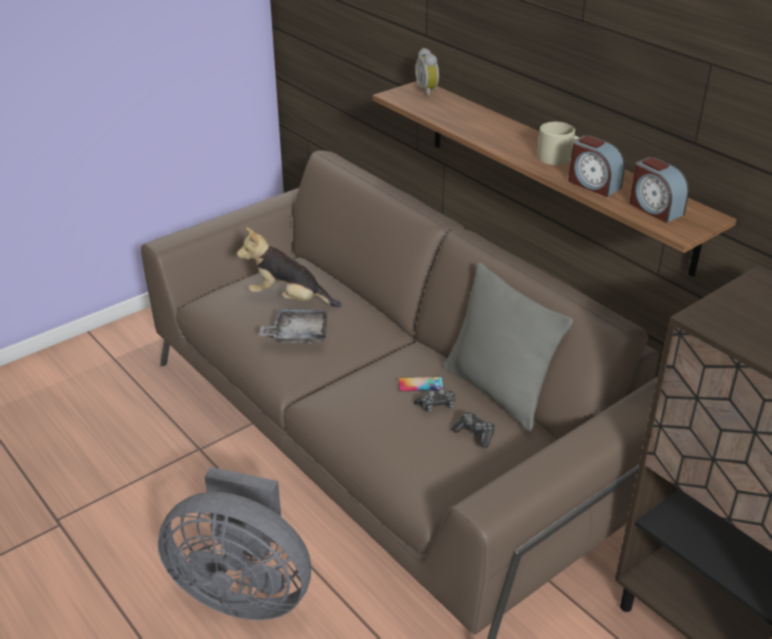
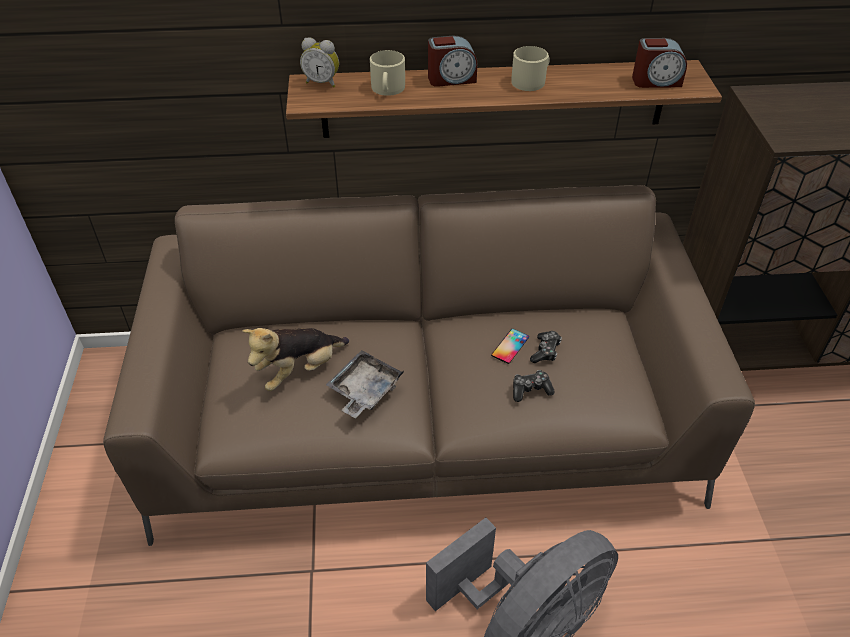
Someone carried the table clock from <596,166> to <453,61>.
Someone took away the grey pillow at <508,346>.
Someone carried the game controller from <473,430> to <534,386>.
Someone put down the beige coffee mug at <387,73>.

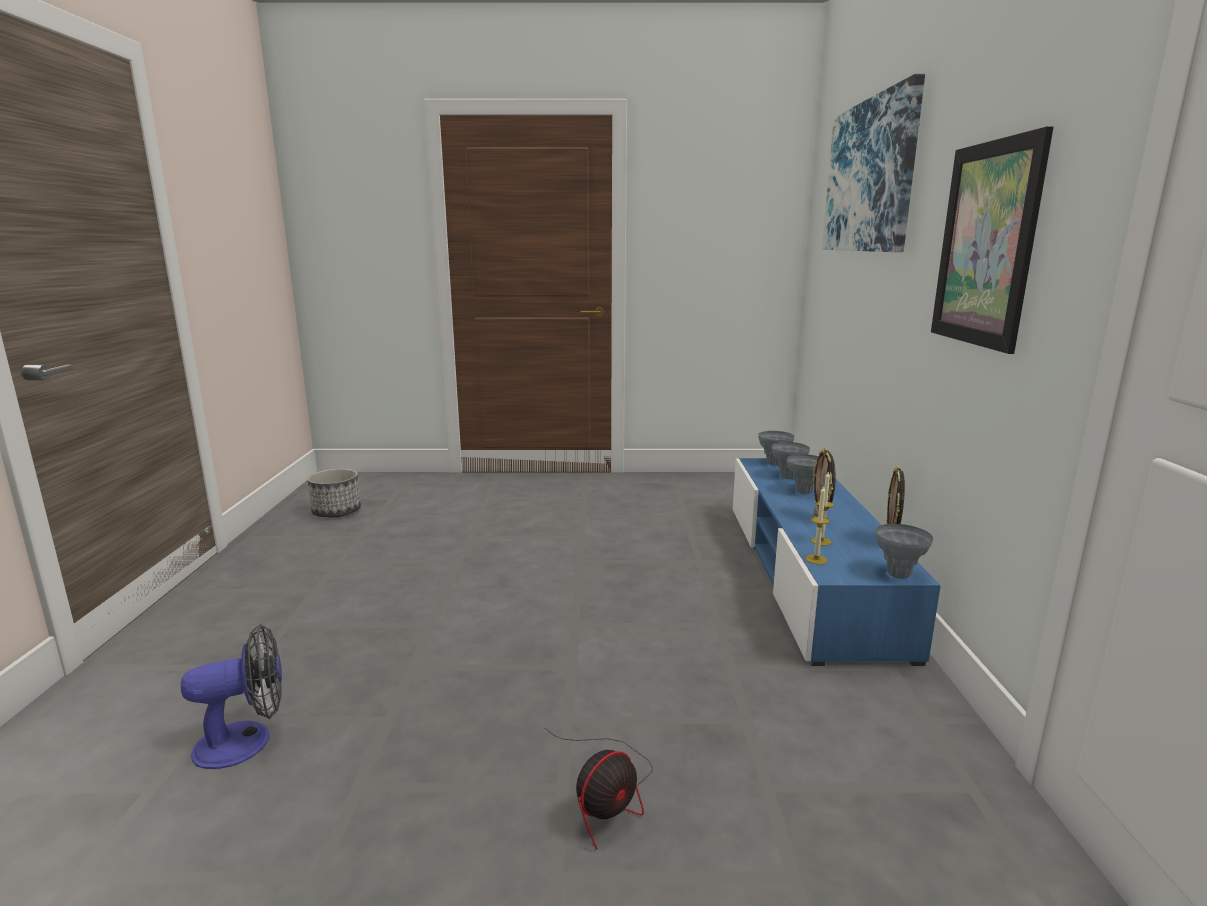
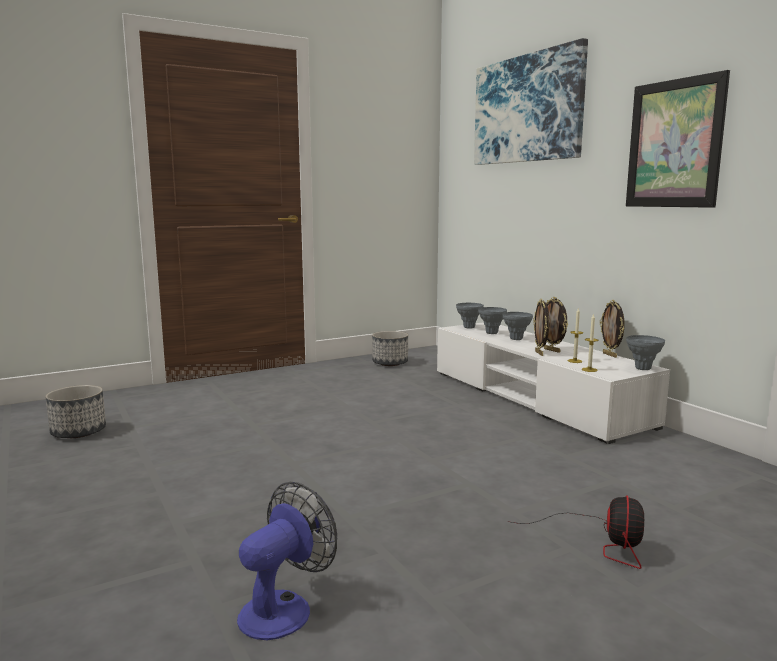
Someone repainted the bluish tv unit at <837,562>, which became the white tv unit at <553,383>.
Someone put down the photo frame at <541,327>.
Someone put down the flower pot at <390,348>.

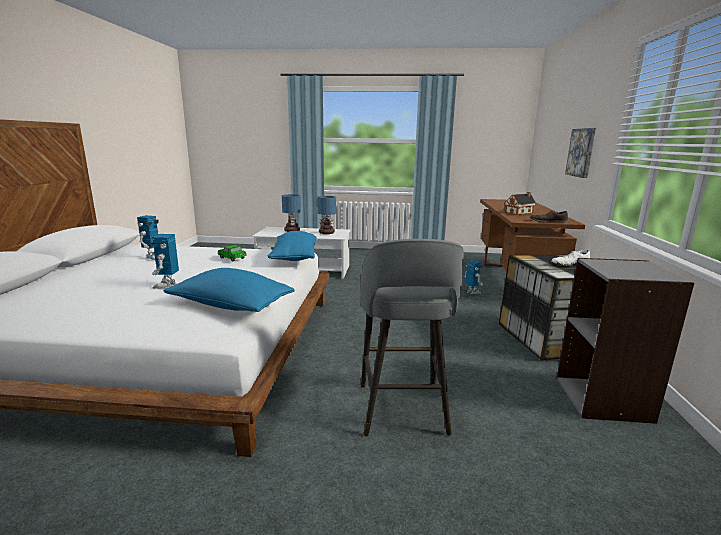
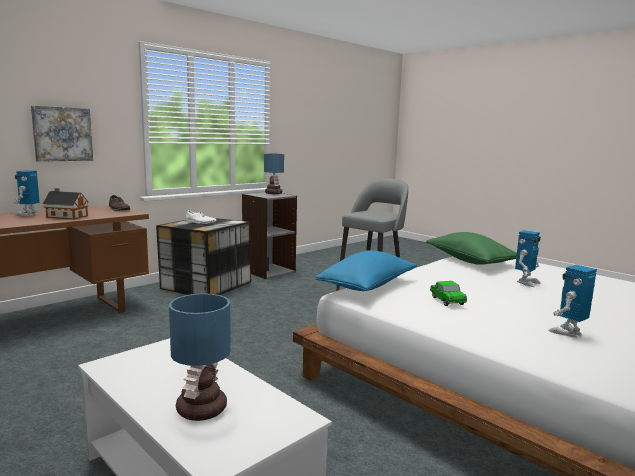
Someone carried the tabletop lamp from <326,215> to <274,173>.
Someone carried the model robot from <473,277> to <27,193>.
Someone repainted the bluish pillow at <229,290>, which became the greenish pillow at <471,248>.

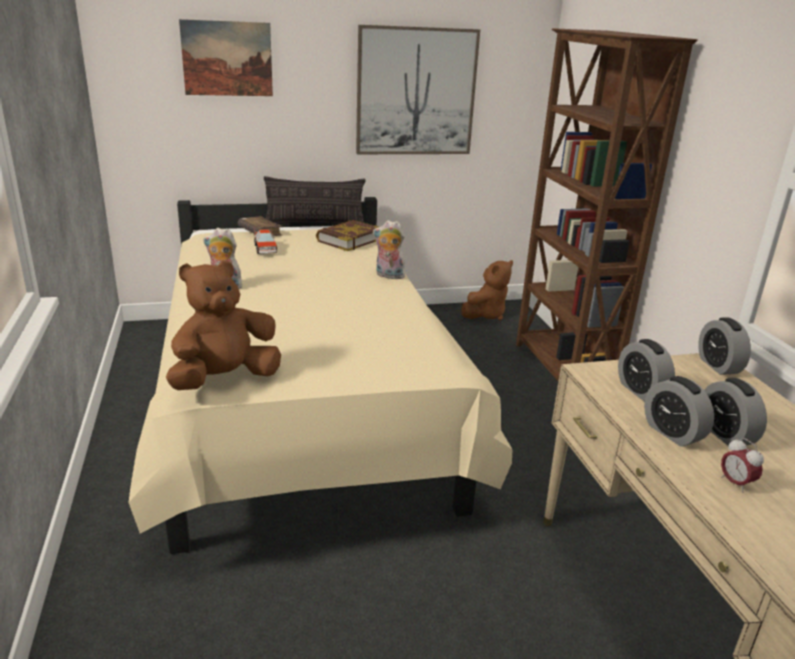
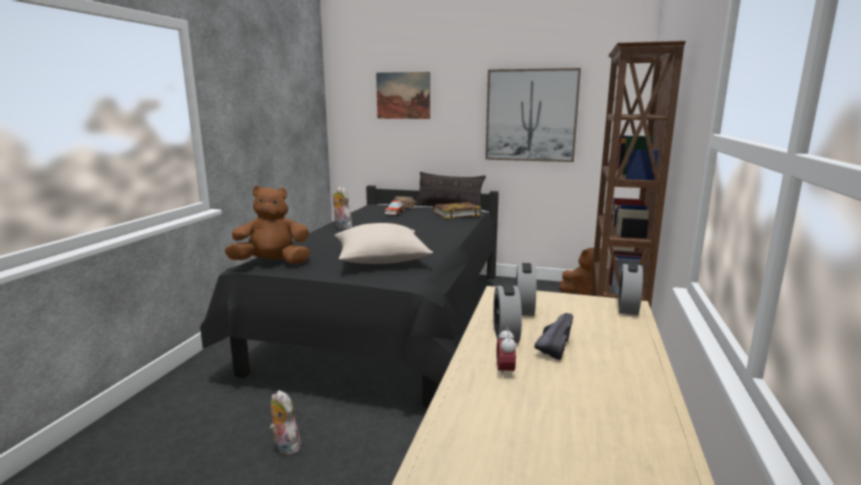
Someone repainted the beige sleeping bed at <320,375>, which became the blackish sleeping bed at <349,296>.
Someone carried the cuddly toy from <389,249> to <285,422>.
Someone swapped the table clock at <735,412> for the blackish shoe at <553,336>.
Someone put down the beige pillow at <383,243>.

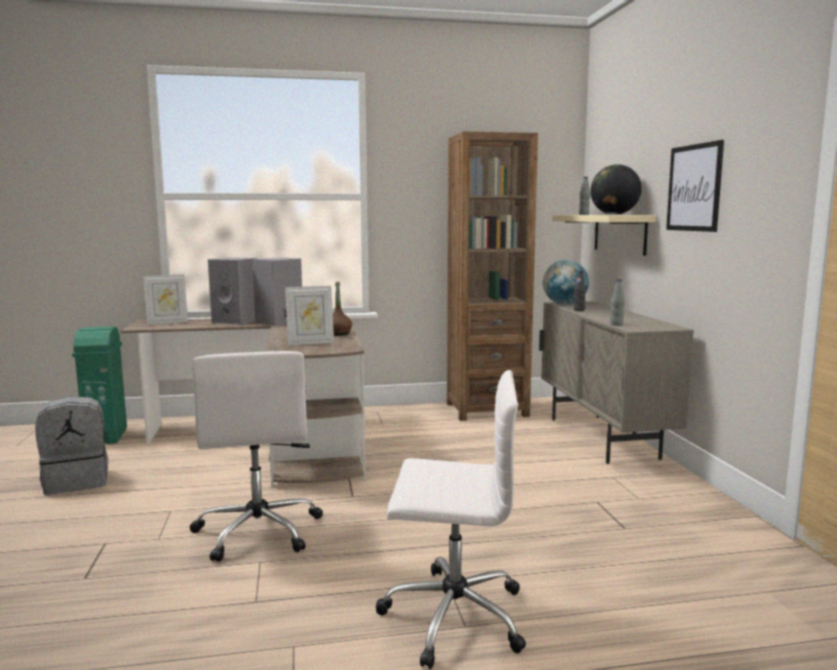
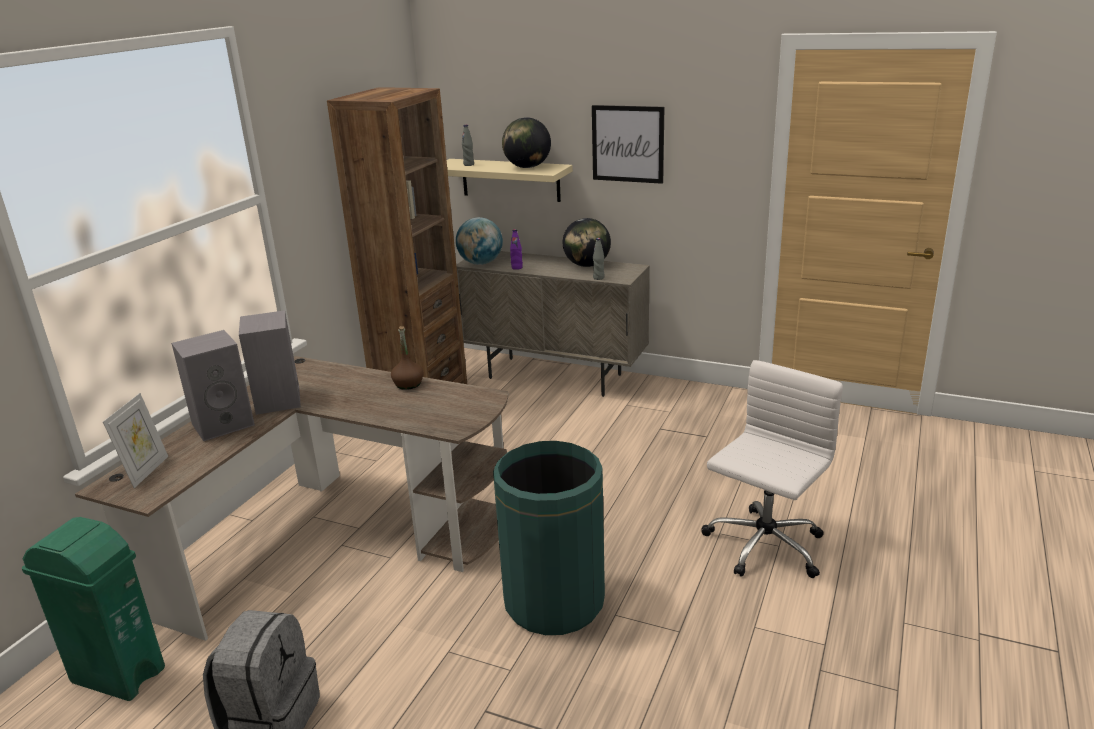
Someone repainted the blackish bottle at <580,290>, which became the purple-coloured bottle at <516,249>.
Someone took away the photo frame at <309,315>.
Someone swapped the white computer chair at <256,456> for the greenish trash can at <549,538>.
Someone put down the globe at <587,242>.

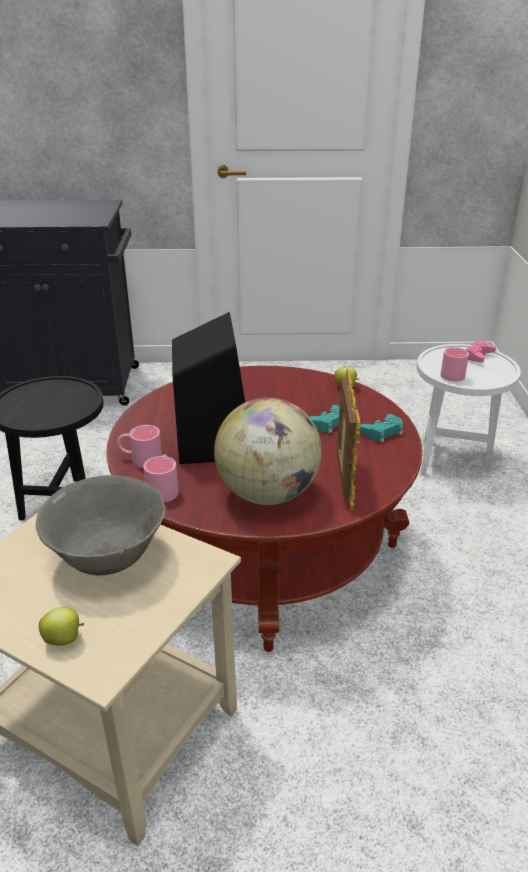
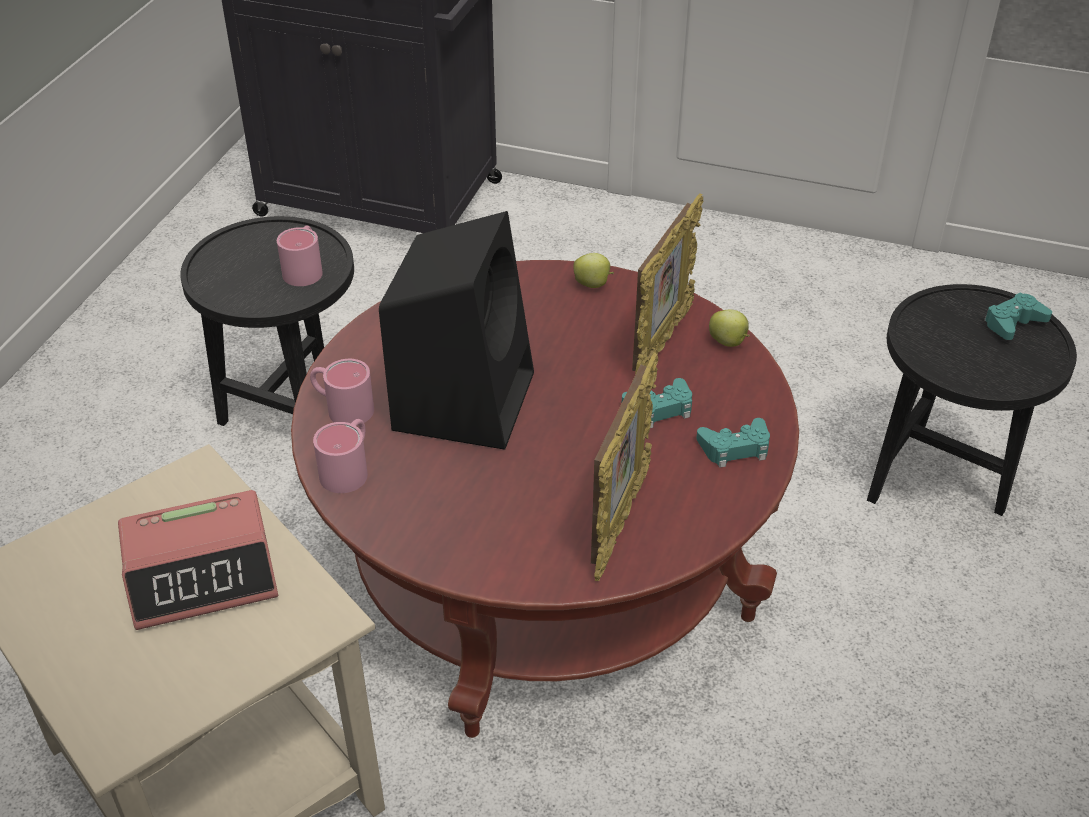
Someone repainted the pinkish game controller at <481,351>, which became the blue-green game controller at <1018,316>.
Someone repainted the white accent table at <469,410>, which became the blackish accent table at <972,400>.
Someone carried the pinkish coffee mug from <455,364> to <300,255>.
Someone took away the globe at <268,451>.
Someone swapped the grey bowl at <100,525> for the table clock at <198,560>.
Someone carried the whole apple from <61,626> to <593,270>.
Someone put down the photo frame at <667,284>.

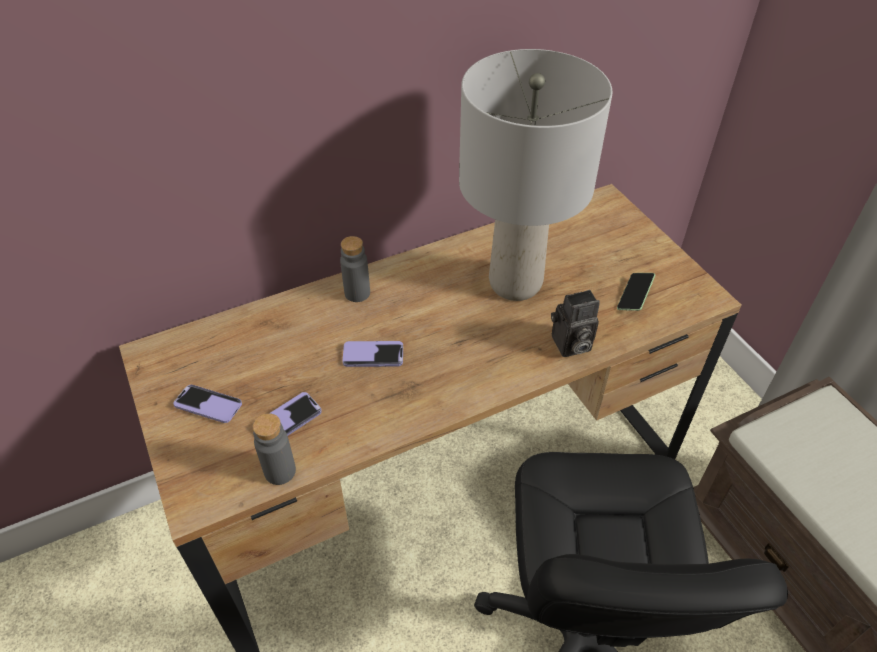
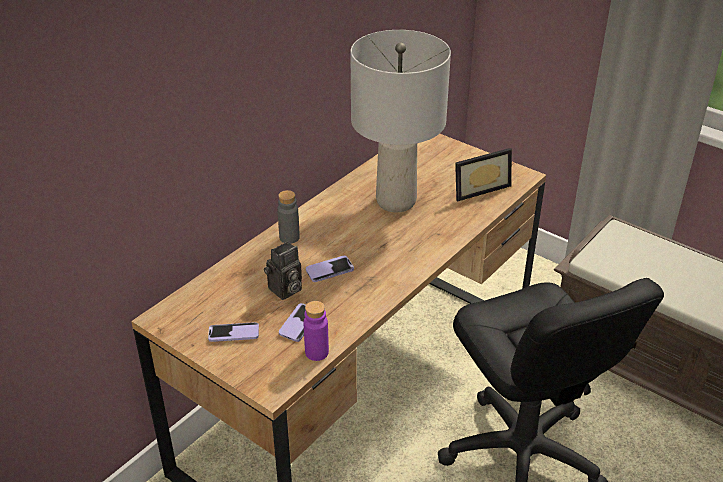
Someone swapped the handset at <636,292> for the photo frame at <483,174>.
Someone carried the still camera from <575,323> to <283,270>.
Someone repainted the grey bottle at <274,449>, which became the purple-coloured bottle at <316,331>.

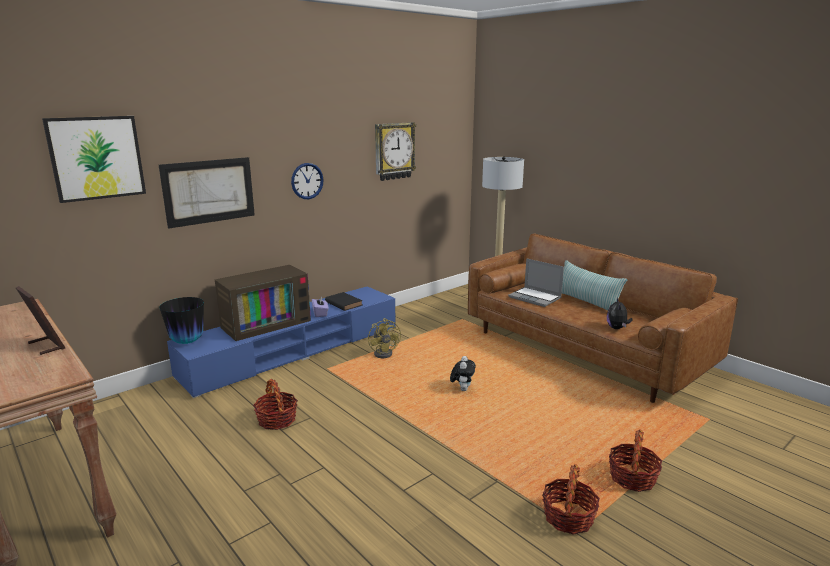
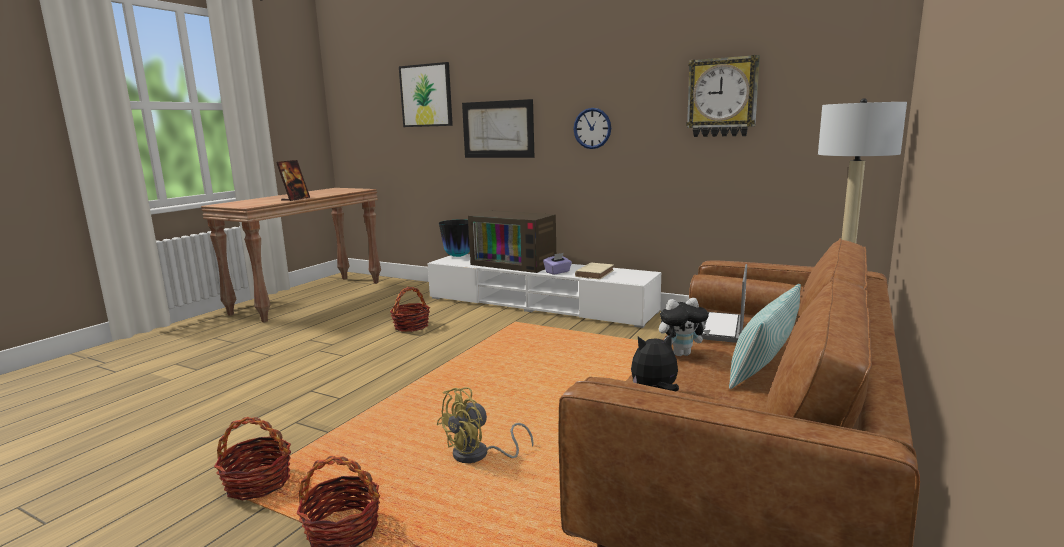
Someone repainted the bluish tv unit at <281,342>, which became the white tv unit at <544,291>.
Someone repainted the blackish book at <344,301>, which became the beige book at <594,270>.
Someone carried the yellow cooling fan from <384,338> to <485,425>.
Someone carried the cuddly toy from <463,373> to <684,327>.

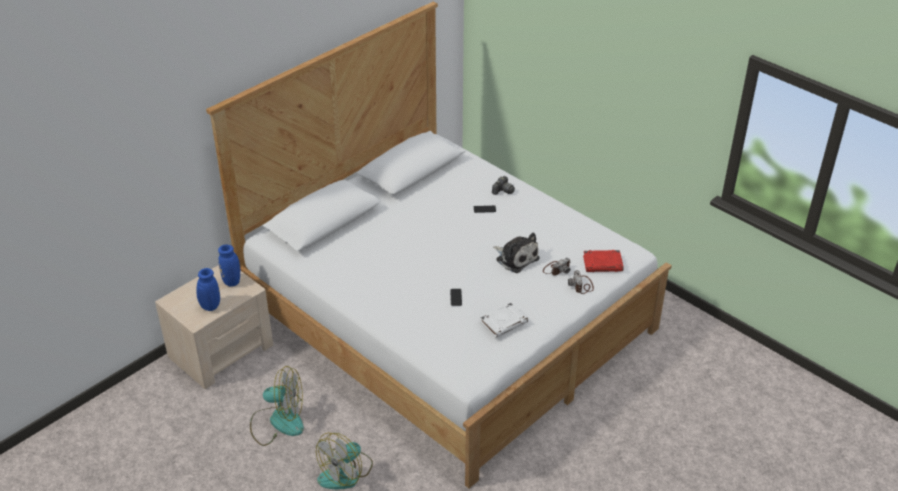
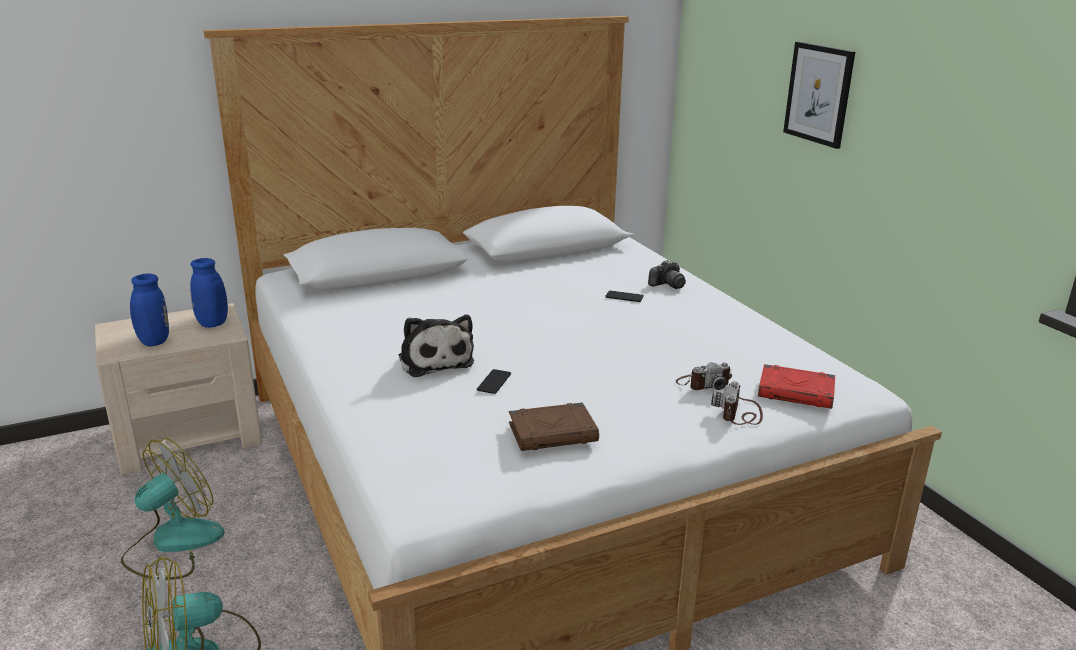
Someone carried the cuddly toy from <516,253> to <436,346>.
Someone repainted the white book at <504,320>, which became the brown book at <554,426>.
Someone rotated the cooling fan at <277,406> by 75 degrees counterclockwise.
Someone put up the wall art at <819,95>.

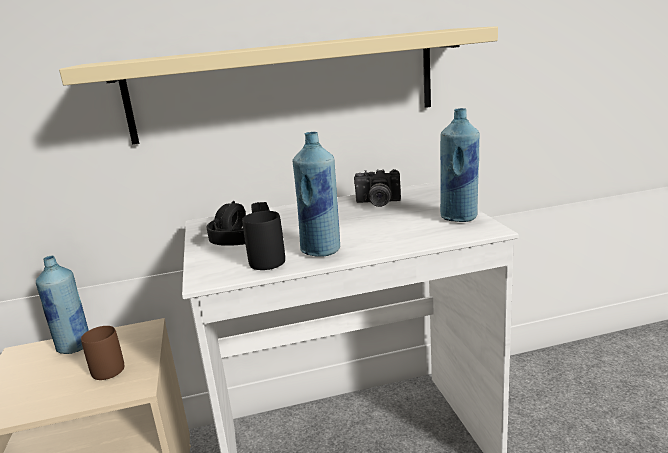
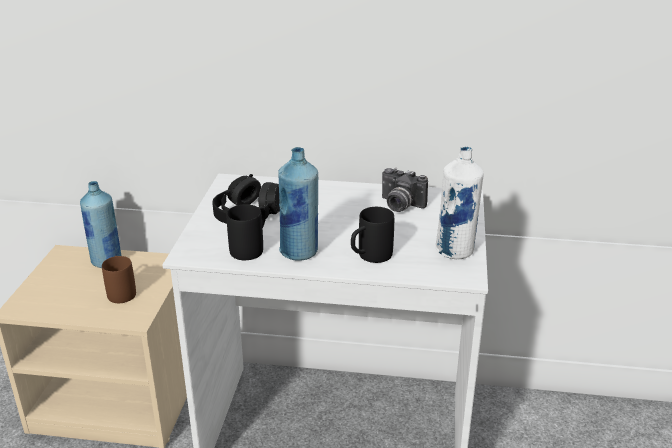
Someone took away the beige shelf at <278,85>.
Someone repainted the bluish bottle at <460,165>, which became the white bottle at <459,202>.
Someone put down the blackish coffee mug at <372,235>.

